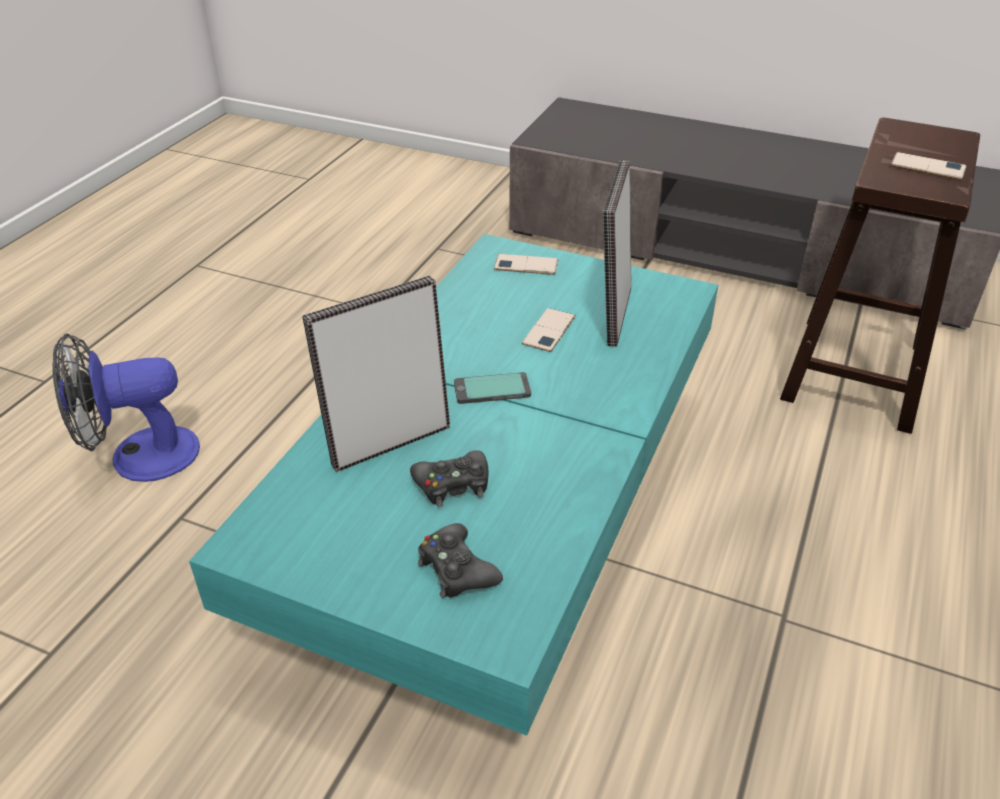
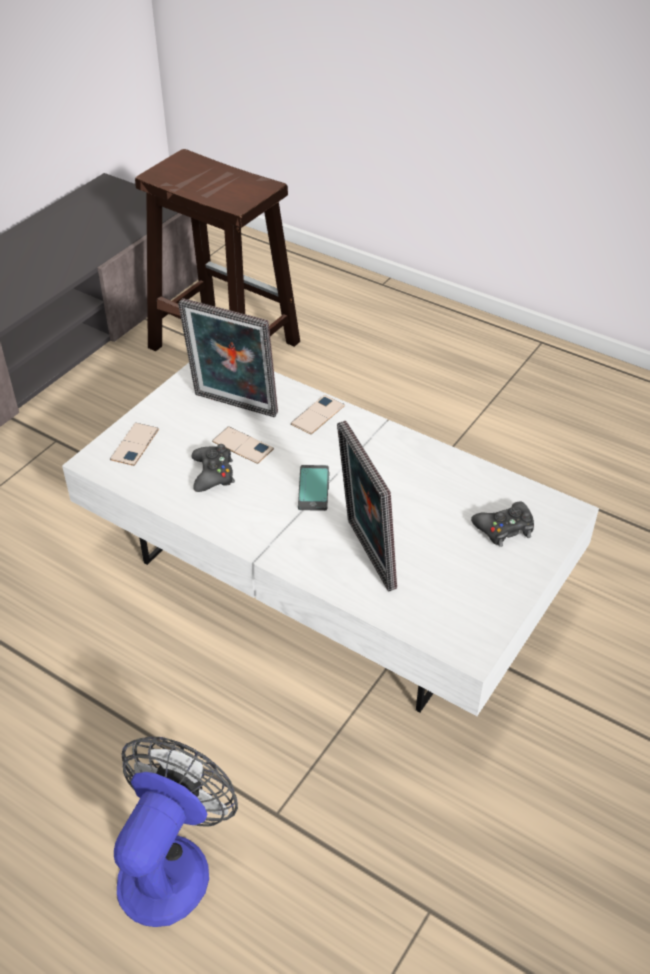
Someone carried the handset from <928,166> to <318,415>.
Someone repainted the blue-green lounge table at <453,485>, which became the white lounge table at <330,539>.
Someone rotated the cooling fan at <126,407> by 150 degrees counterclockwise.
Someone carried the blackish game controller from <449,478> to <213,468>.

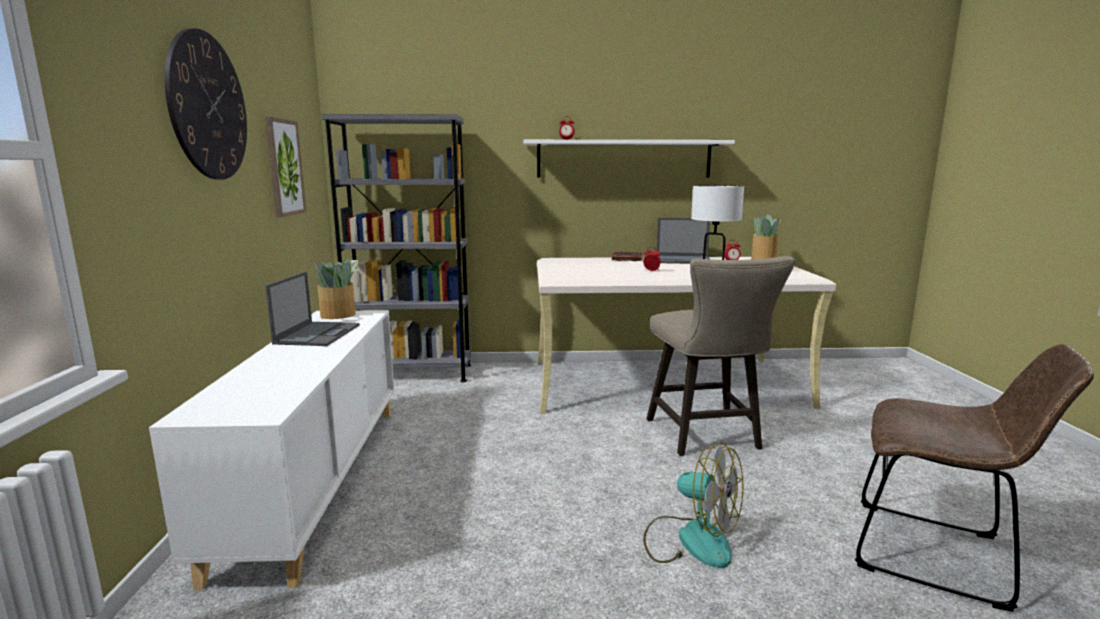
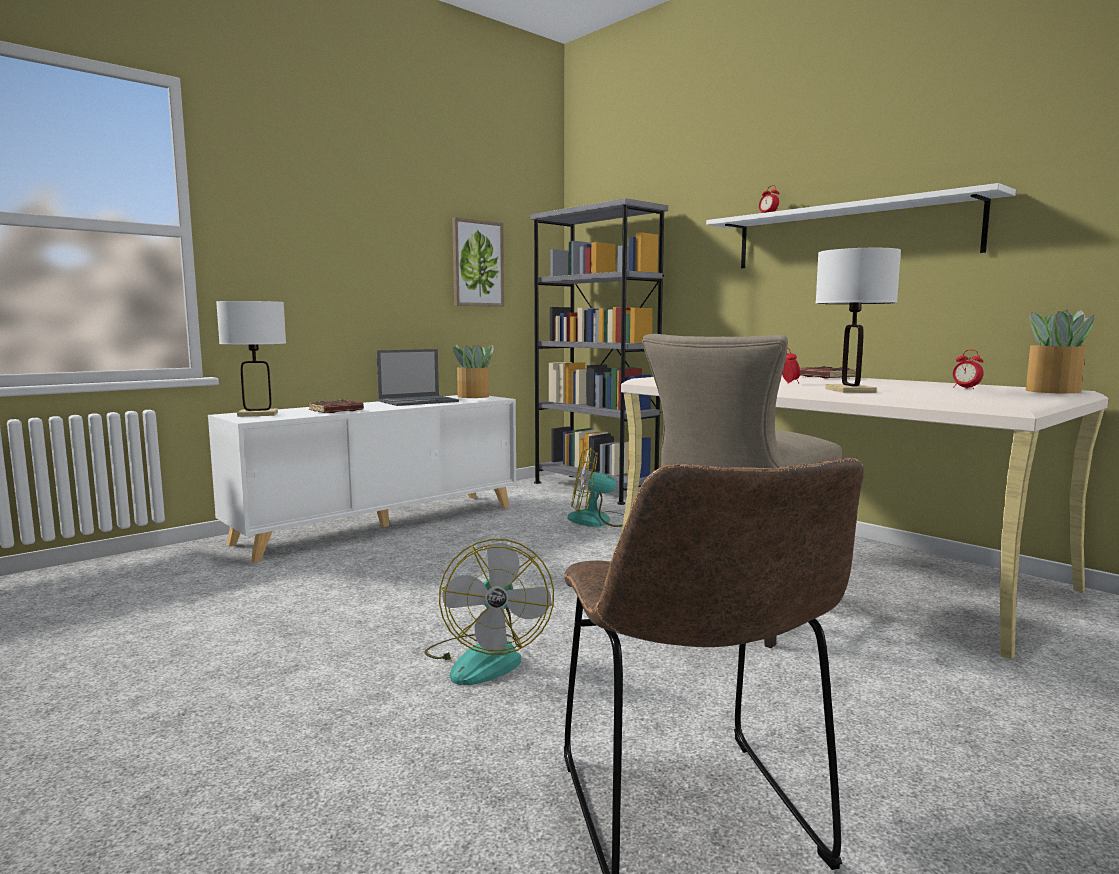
Someone took away the clock on the wall at <205,104>.
Someone took away the notebook computer at <683,241>.
Someone put down the white tabletop lamp at <251,359>.
Someone put down the brown book at <336,406>.
Someone put down the cooling fan at <596,487>.

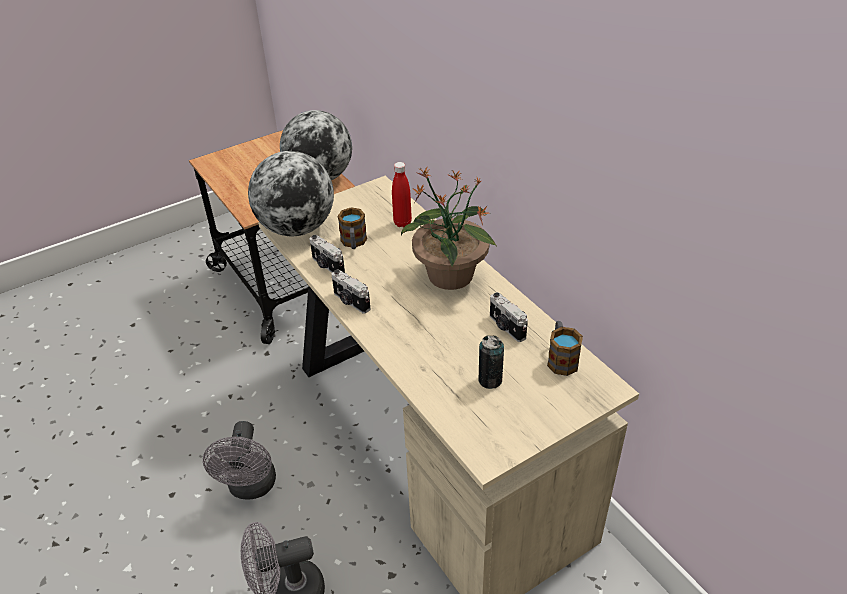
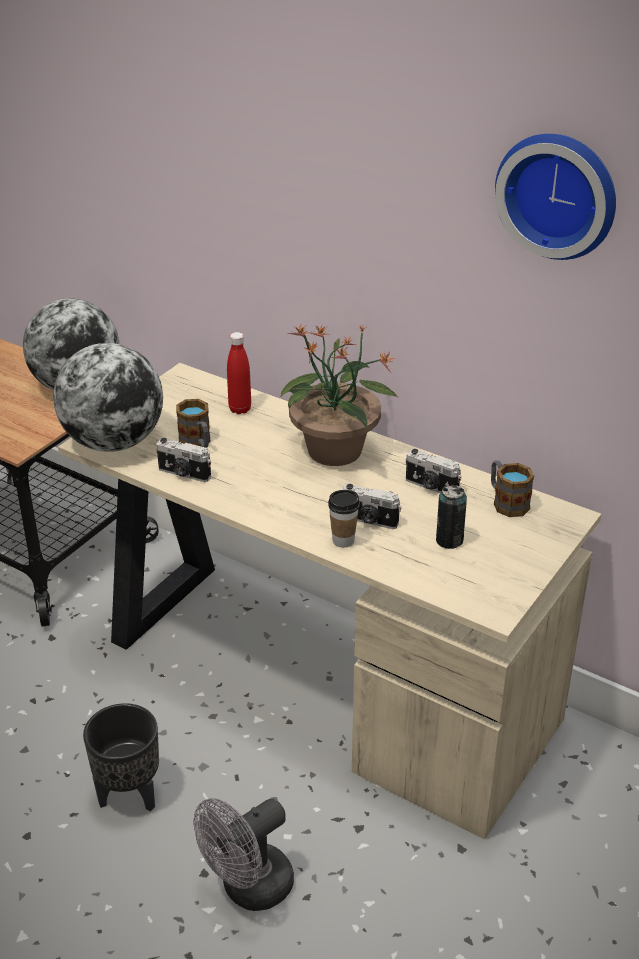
Someone carried the still camera from <351,291> to <371,506>.
Someone swapped the grey cooling fan at <239,460> for the blackish flower pot at <121,757>.
Someone put up the clock on the wall at <555,197>.
Someone put down the cup at <344,519>.

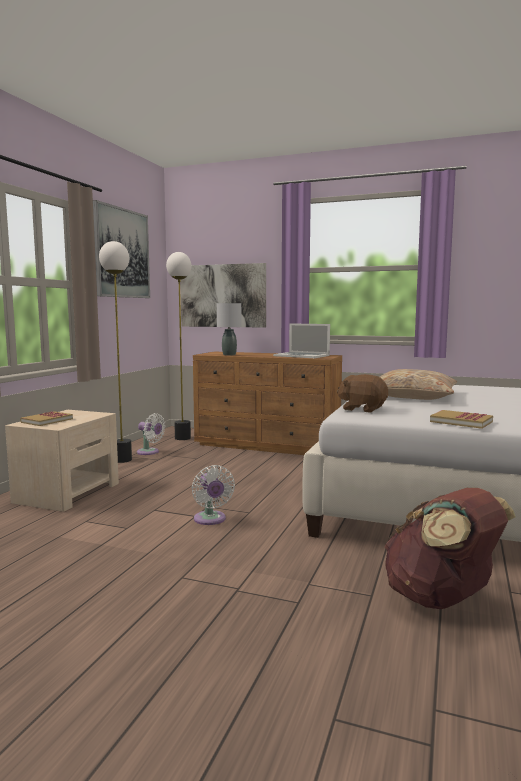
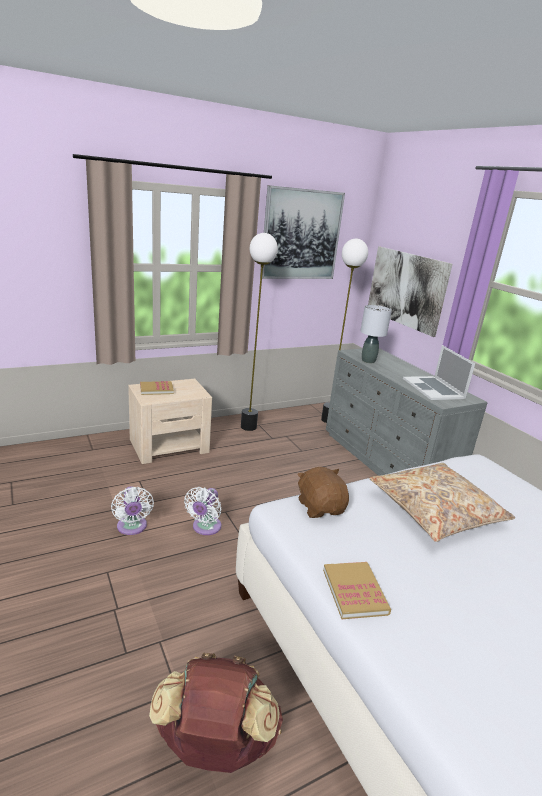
Someone repainted the brown chest of drawers at <267,403>, which became the grey chest of drawers at <406,412>.
Someone carried the white cooling fan from <151,434> to <132,510>.

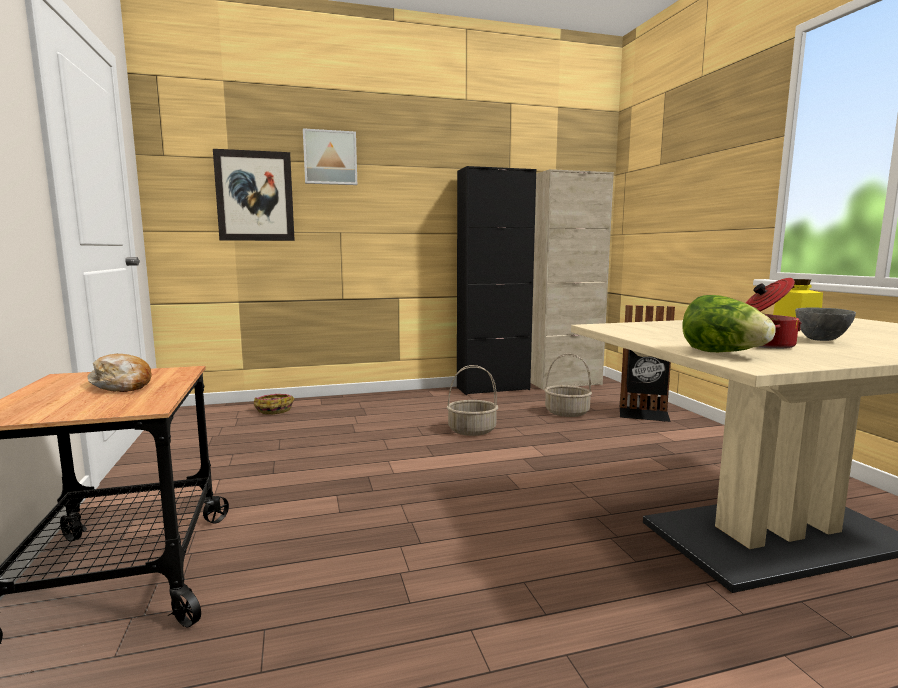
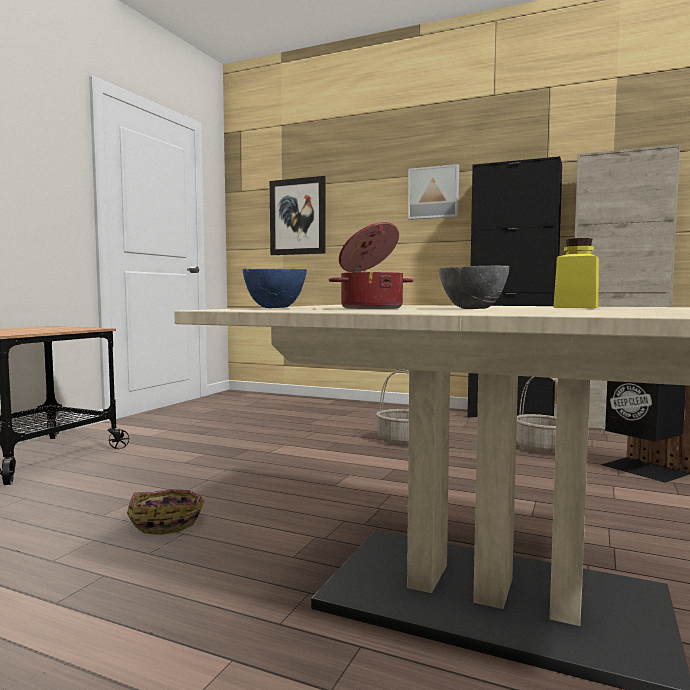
Someone carried the wall art from <330,156> to <433,192>.
Someone swapped the lettuce head at <729,323> for the bluish bowl at <275,288>.
Someone took away the bread at <119,373>.
Someone carried the basket from <274,404> to <165,512>.

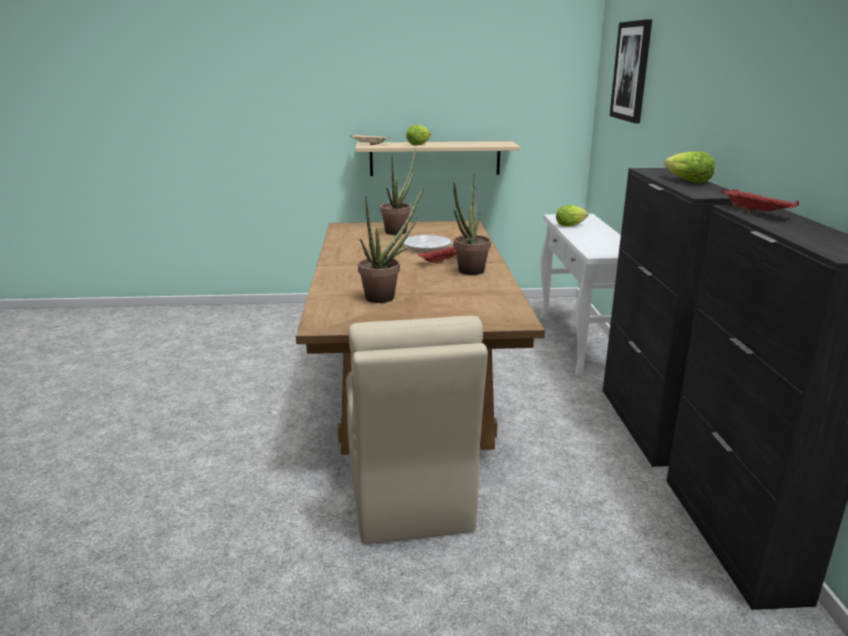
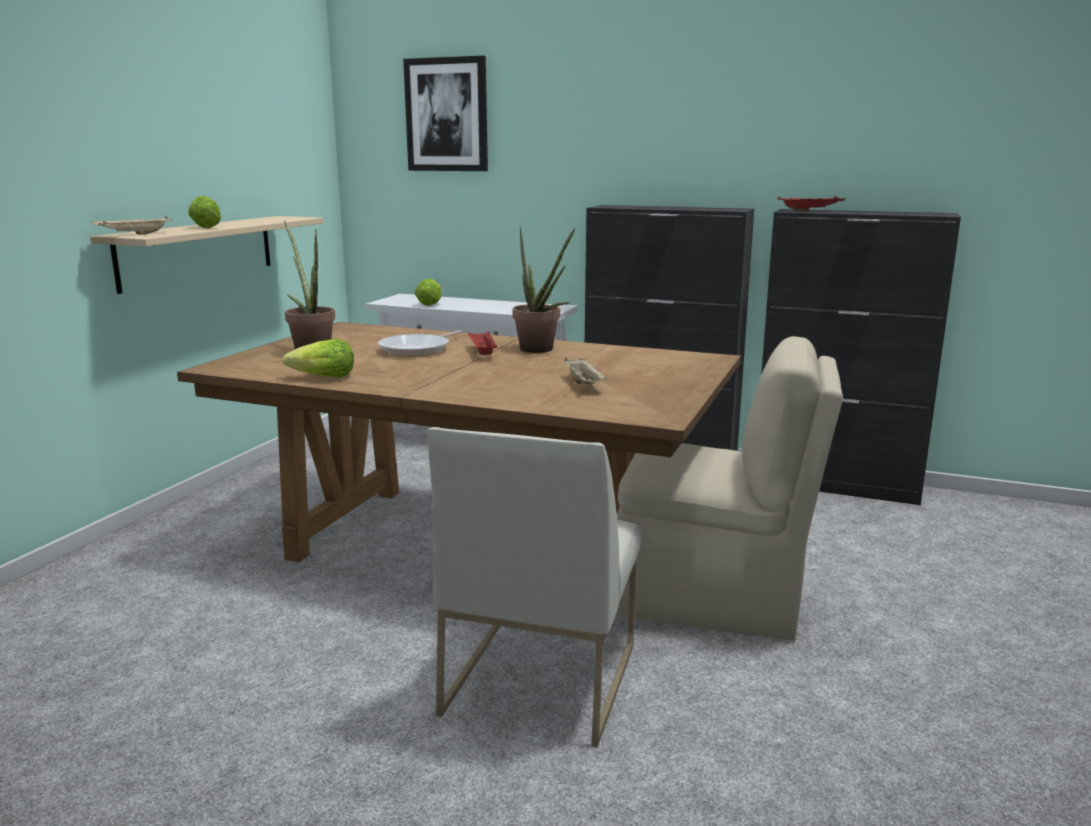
Someone carried the lettuce head from <689,167> to <318,358>.
Someone swapped the plant in a pot at <391,244> for the beige carrying tray at <585,371>.
Someone put down the white upright chair at <534,587>.

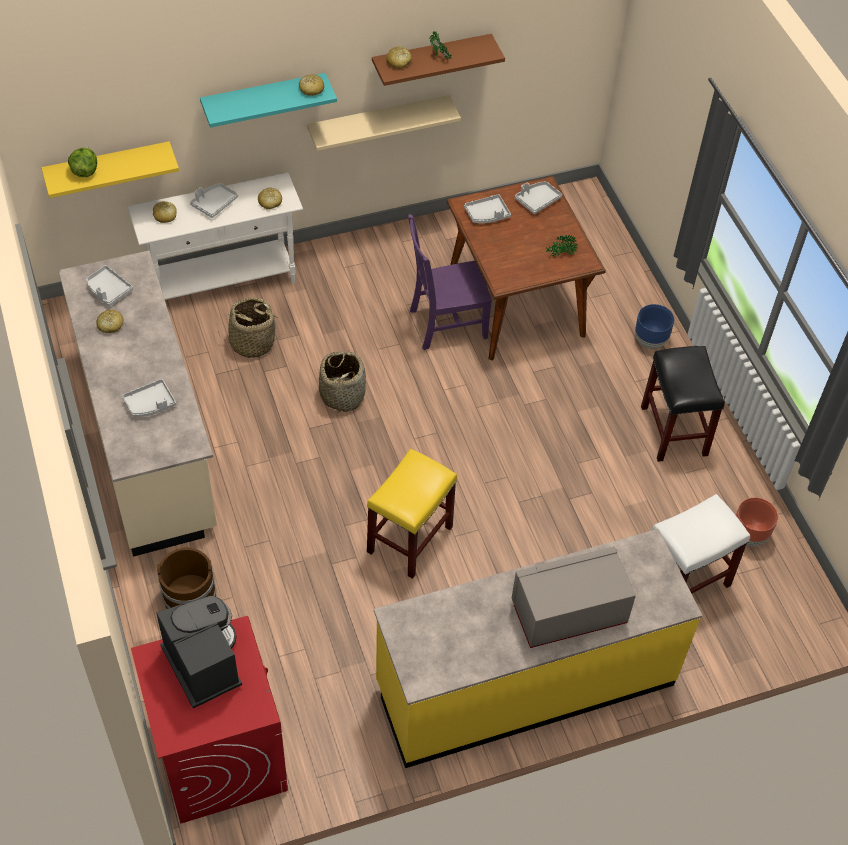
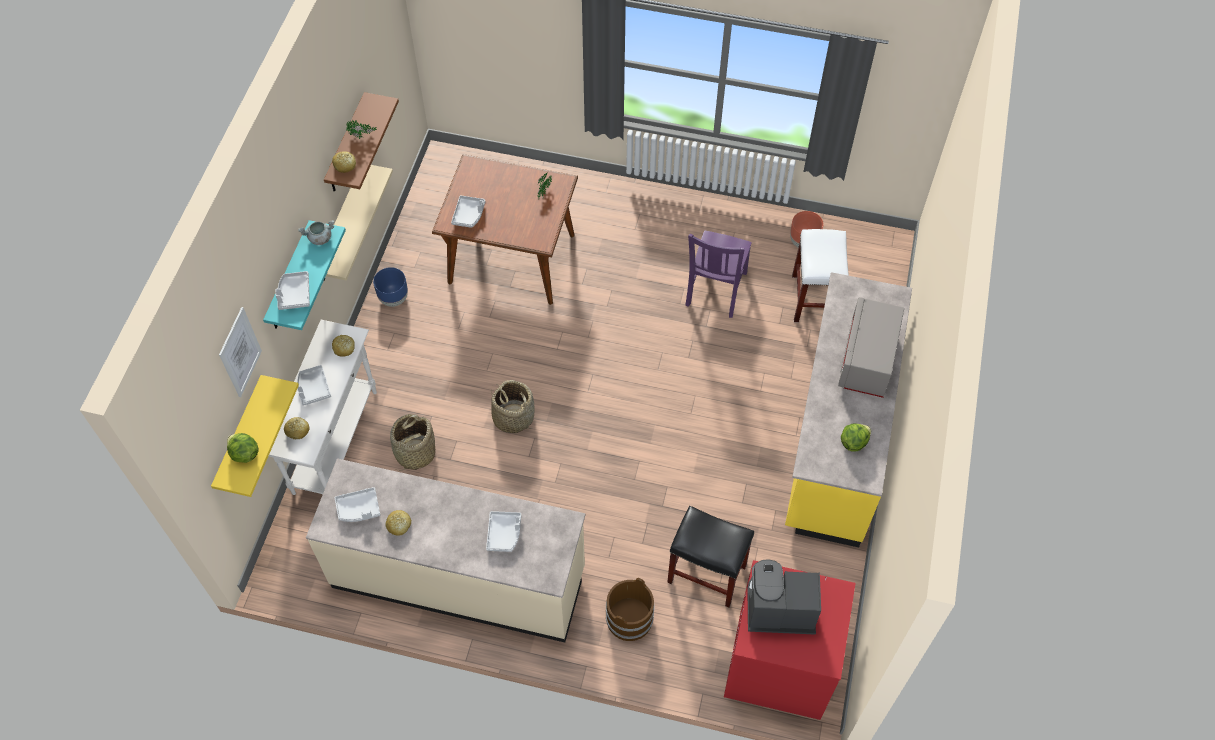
Someone swapped the bread at <311,85> for the grey stockpot at <316,232>.
Someone carried the grey carrying tray from <538,197> to <292,290>.
Someone carried the purple-coloured upright chair from <450,282> to <718,274>.
Someone carried the bluish flower pot from <654,326> to <390,287>.
Someone carried the blackish stool seat from <683,404> to <710,556>.
Someone took away the yellow stool seat at <412,514>.
Someone put up the wall art at <240,352>.
Someone put down the lettuce head at <856,437>.

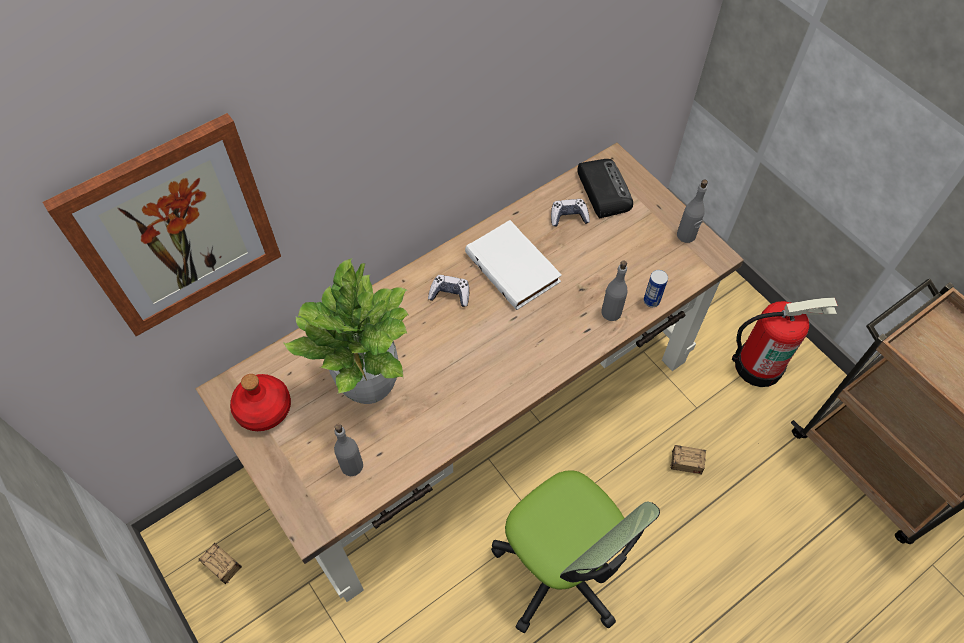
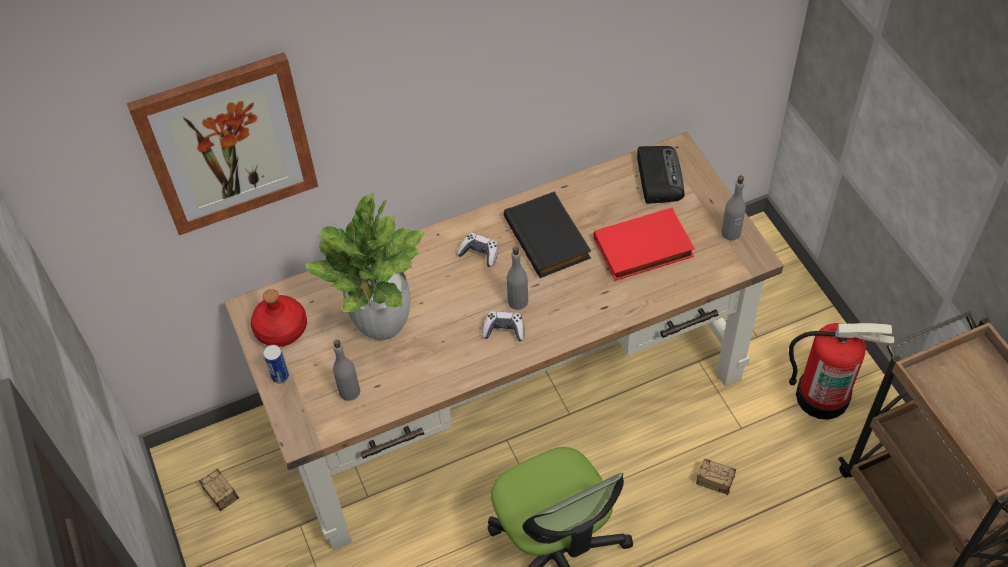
Someone carried the game controller from <570,213> to <503,326>.
Someone repainted the white book at <513,265>, which became the blackish book at <547,234>.
Someone carried the grey bottle from <614,291> to <517,278>.
Someone carried the metal can from <656,288> to <276,364>.
Someone put down the reddish book at <644,244>.

